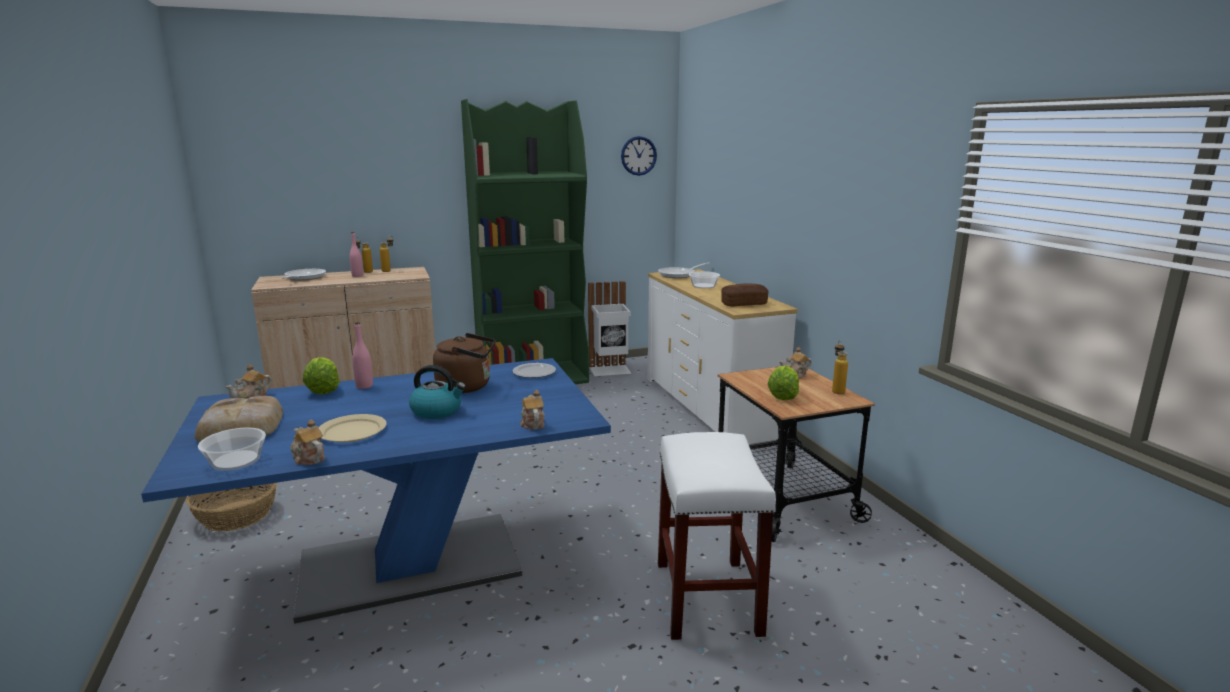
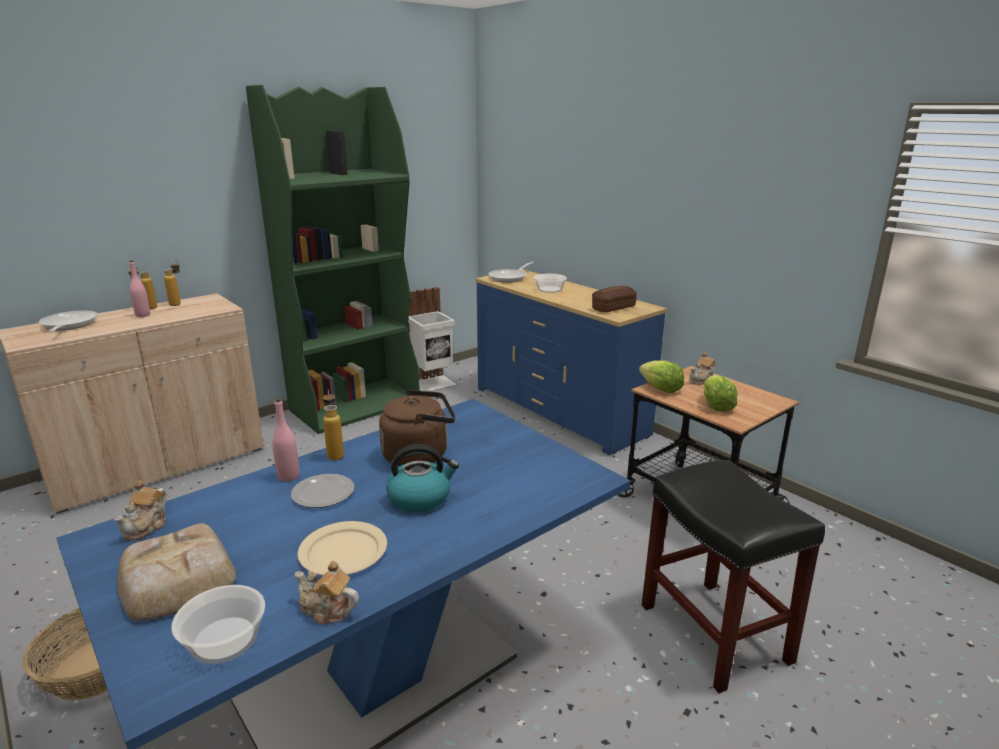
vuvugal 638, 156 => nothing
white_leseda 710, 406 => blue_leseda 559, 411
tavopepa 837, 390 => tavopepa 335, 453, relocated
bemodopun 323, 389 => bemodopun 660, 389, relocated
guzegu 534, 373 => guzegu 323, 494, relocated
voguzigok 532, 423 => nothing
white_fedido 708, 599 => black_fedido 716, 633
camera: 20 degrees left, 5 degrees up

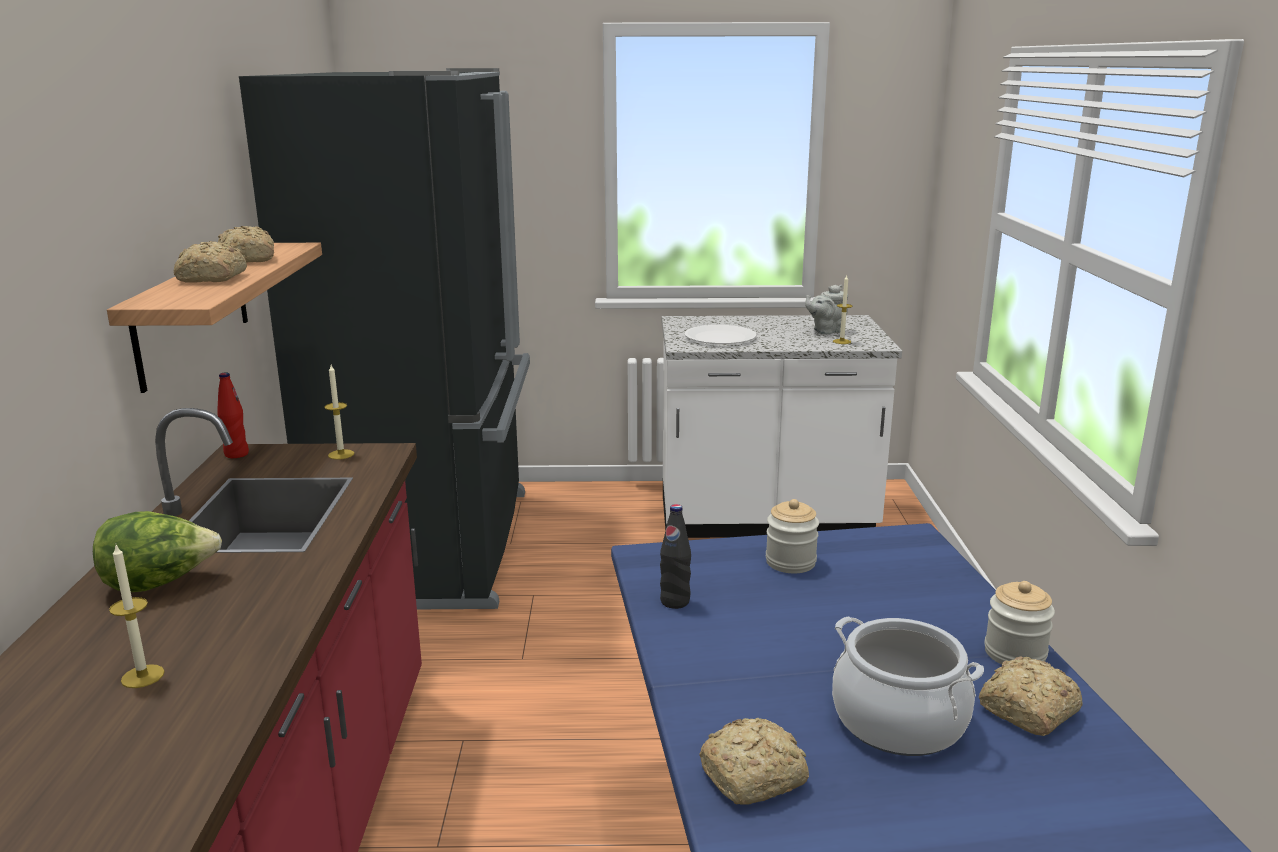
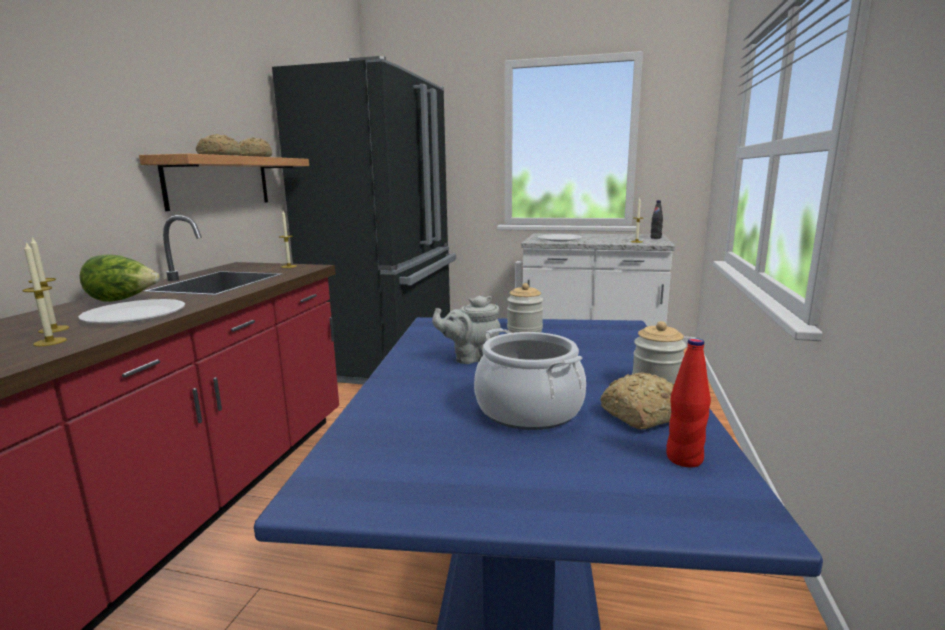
grey_voguzigok 826, 331 => grey_voguzigok 471, 358, relocated
red_tavopepa 236, 454 => red_tavopepa 684, 459, relocated
black_tavopepa 675, 601 => black_tavopepa 655, 238, relocated
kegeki 755, 776 => nothing
nothing => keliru 50, 342
nothing => white_guzegu 134, 314
camera: 15 degrees right, 5 degrees down

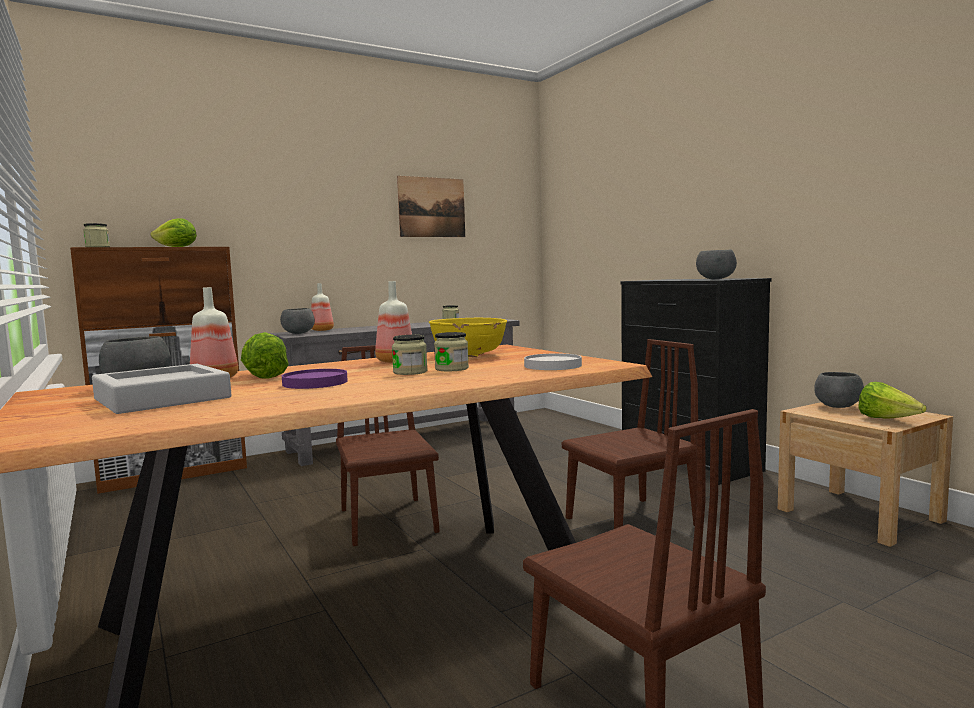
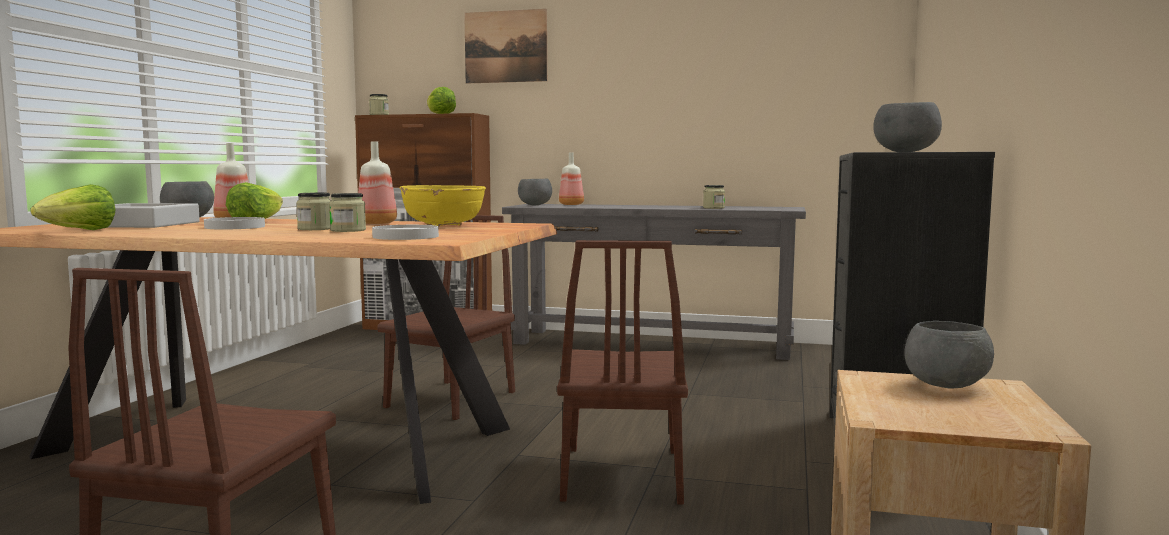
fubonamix 432, 207 => fubonamix 505, 46, relocated
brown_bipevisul 631, 522 => brown_bipevisul 622, 474, 75 degrees clockwise
purple_guzegu 315, 383 => white_guzegu 235, 227
bemodopun 887, 420 => bemodopun 79, 231, relocated
camera: 45 degrees right, 0 degrees up

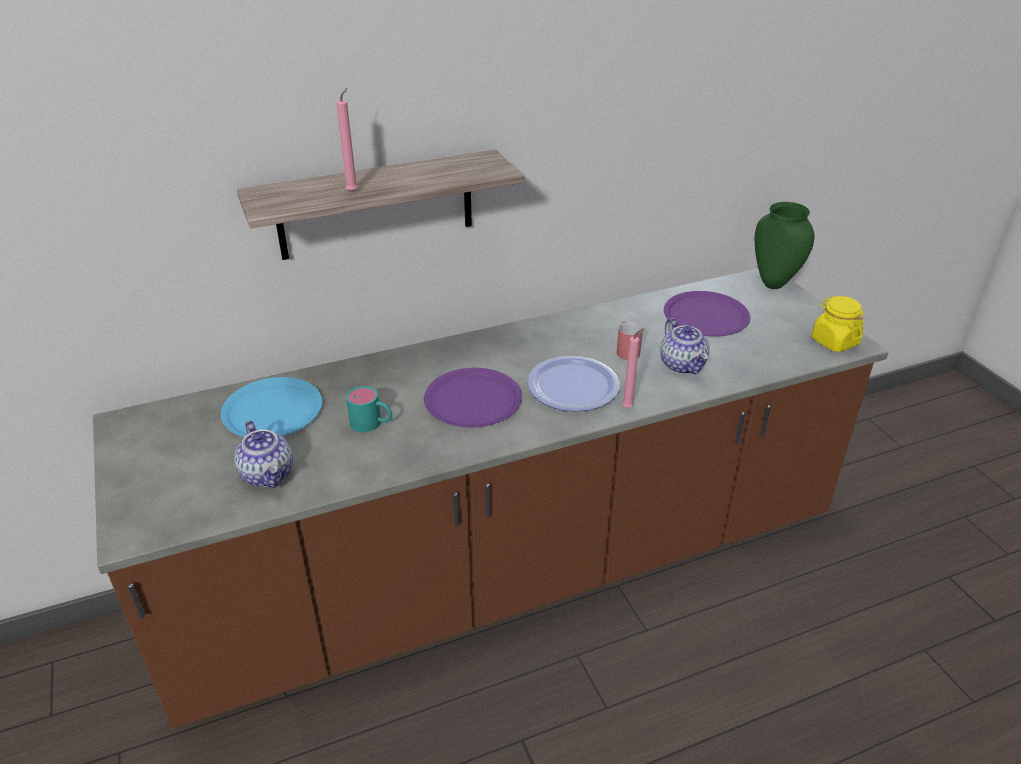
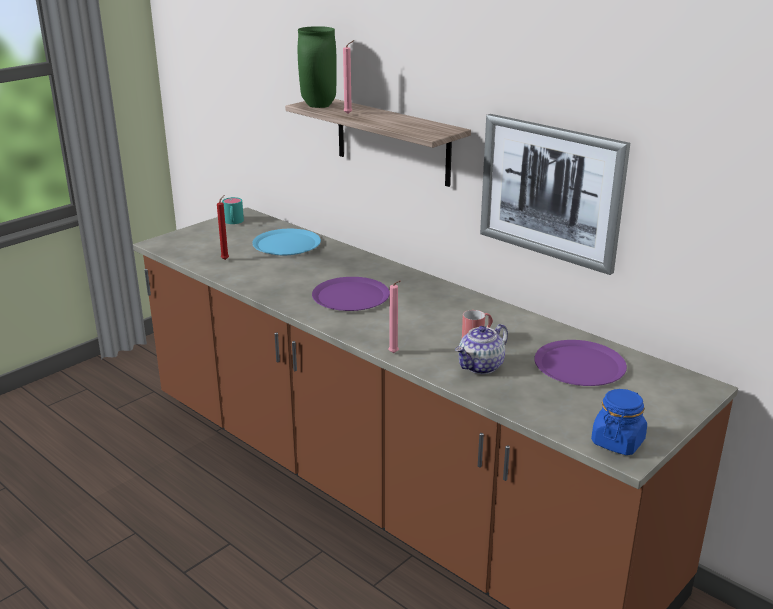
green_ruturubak 775, 283 => green_ruturubak 319, 106, relocated
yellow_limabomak 834, 341 => blue_limabomak 617, 442
guzegu 573, 386 => nothing
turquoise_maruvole 372, 424 => turquoise_maruvole 233, 222, relocated
voguzigok 268, 474 => red_keliru 226, 259
nothing => fubonamix 550, 191
camera: 65 degrees right, 10 degrees down

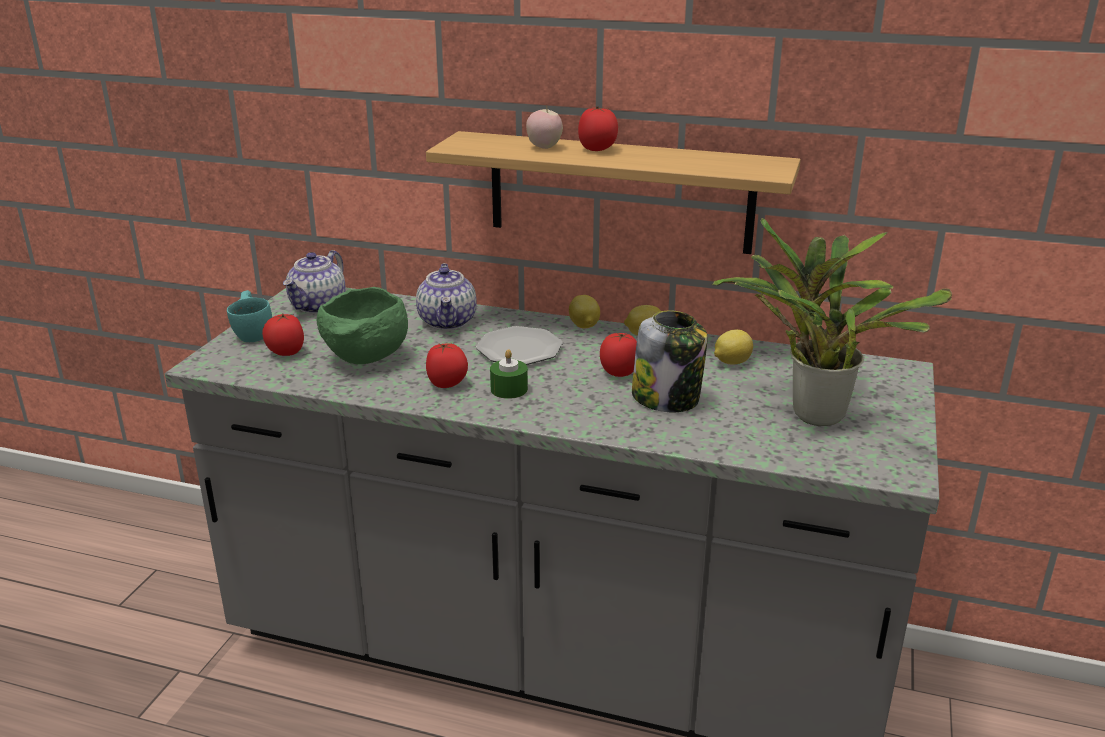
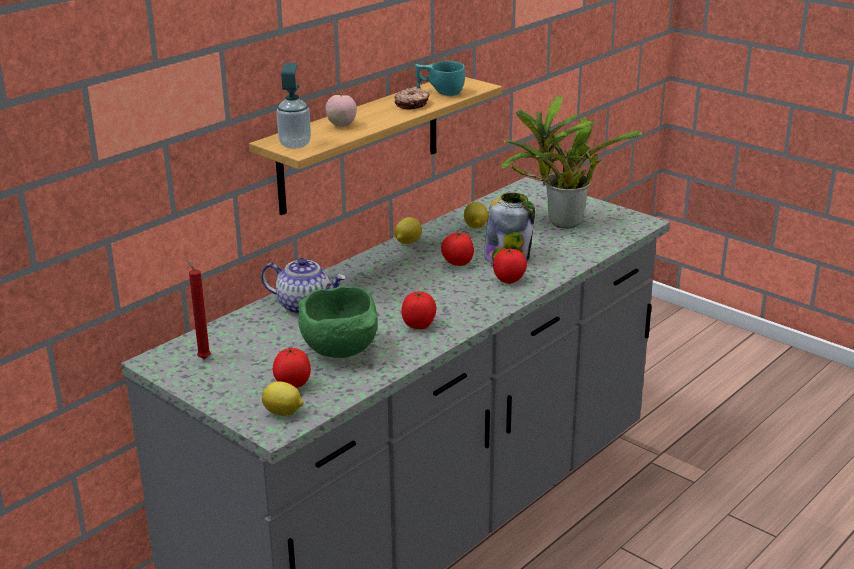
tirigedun 597, 149 => tirigedun 509, 280, relocated
voguzigok 318, 306 => red_keliru 203, 358
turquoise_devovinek 253, 332 => turquoise_devovinek 440, 92, relocated
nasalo 584, 326 => nasalo 283, 413, relocated
guzegu 520, 349 => nothing
green_keliru 509, 389 => nothing
nothing => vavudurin 295, 144
nothing => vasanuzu 412, 104
camera: 65 degrees left, 0 degrees up

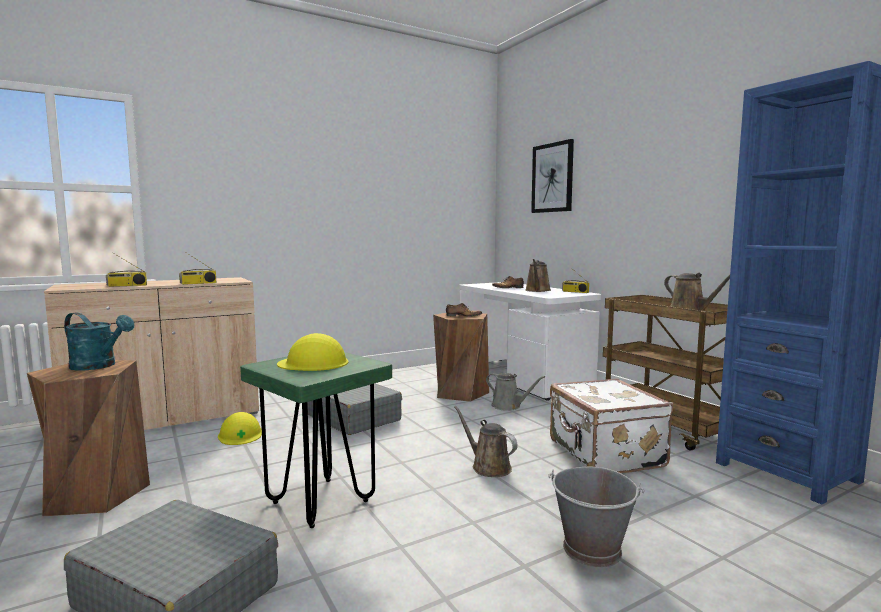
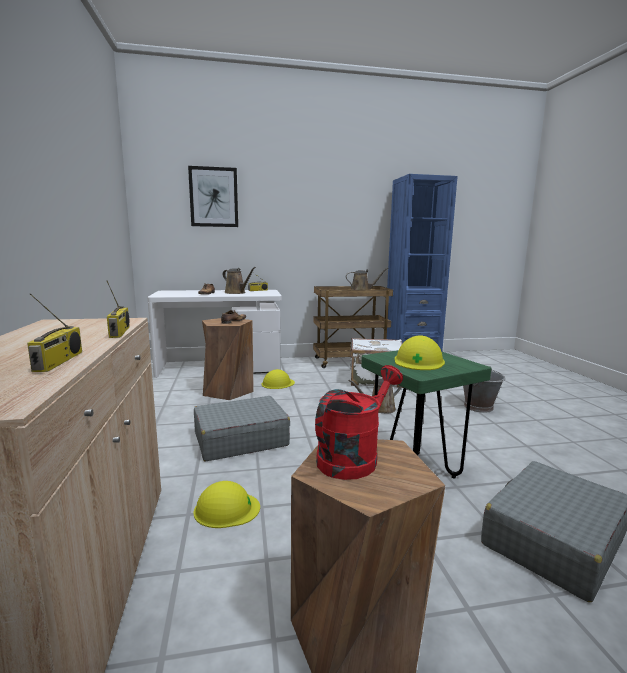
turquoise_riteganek 99, 366 => red_riteganek 353, 457
grey_riteganek 508, 406 => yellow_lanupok 277, 383
camera: 70 degrees left, 5 degrees up

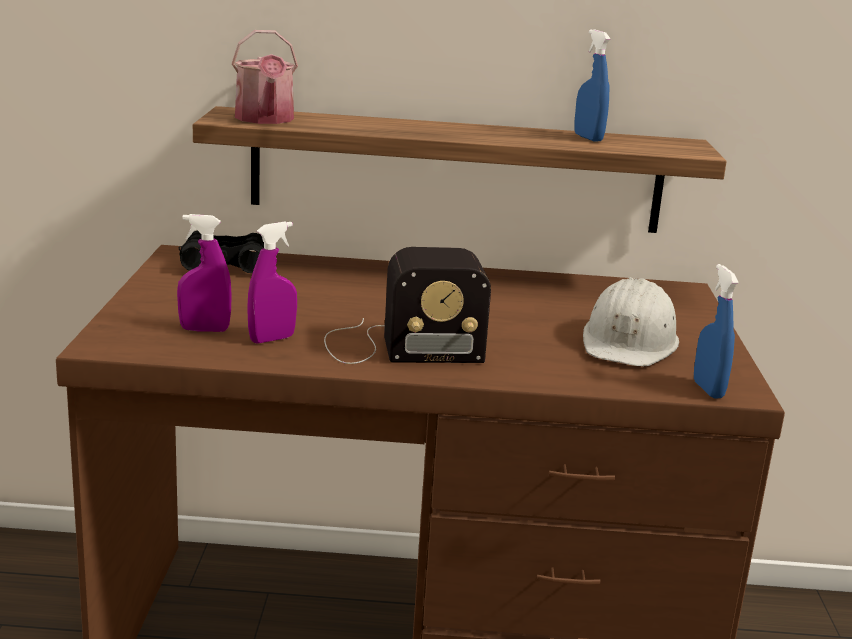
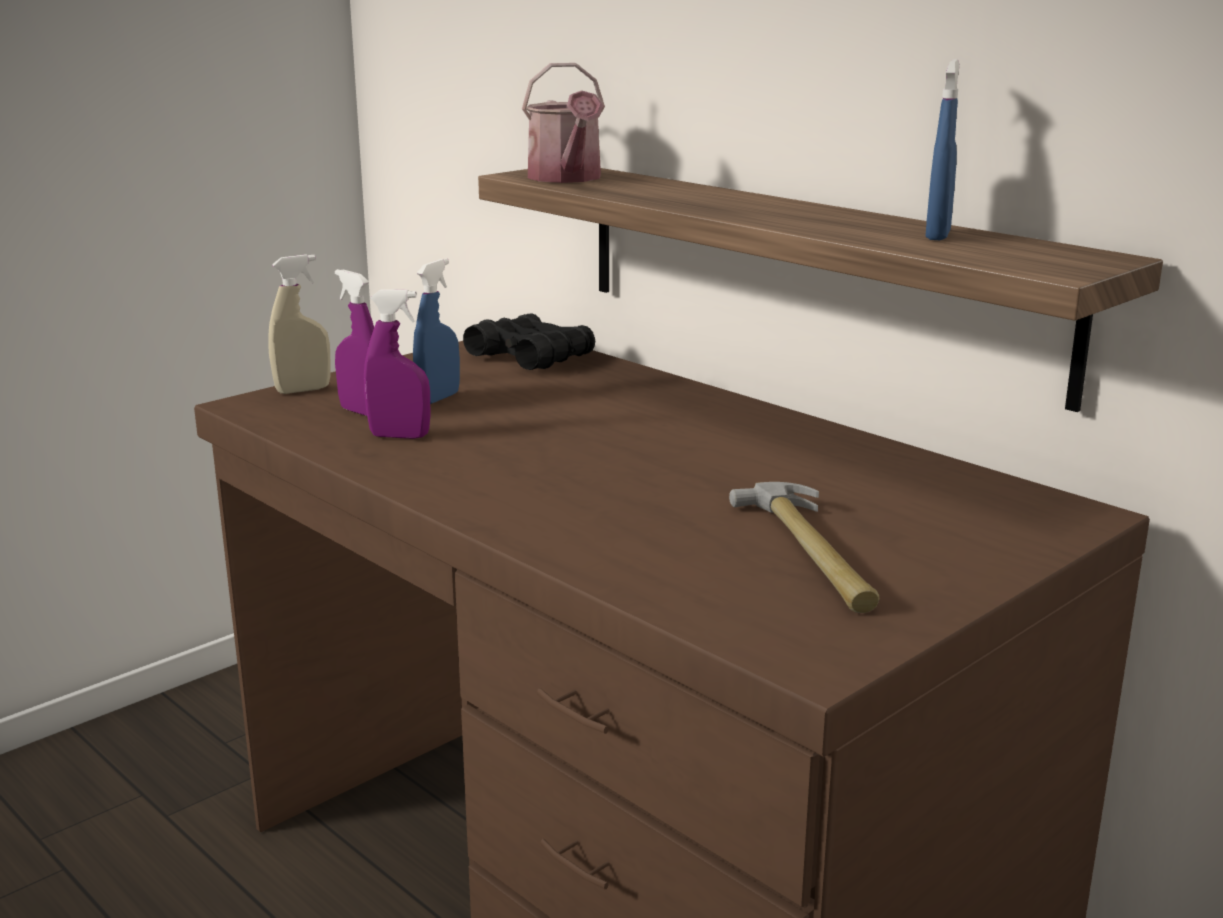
riteganek 265, 120 => riteganek 567, 178, 45 degrees counterclockwise
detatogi 397, 347 => nothing
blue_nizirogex 708, 389 => blue_nizirogex 438, 398, relocated
white_lanupok 630, 342 => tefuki 809, 553
nothing => beige_nizirogex 303, 390
camera: 45 degrees right, 0 degrees up

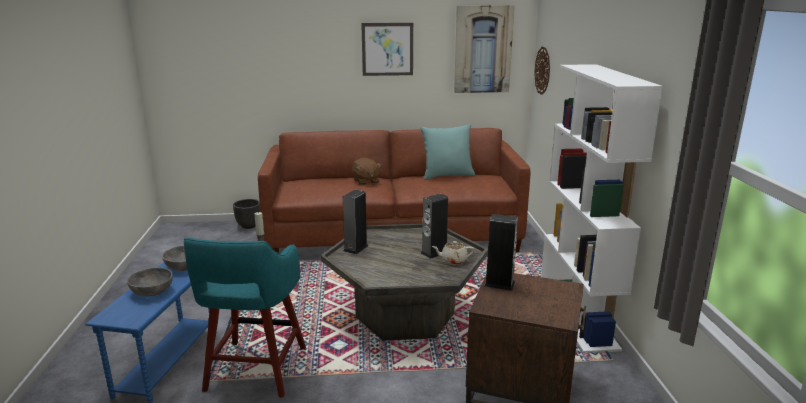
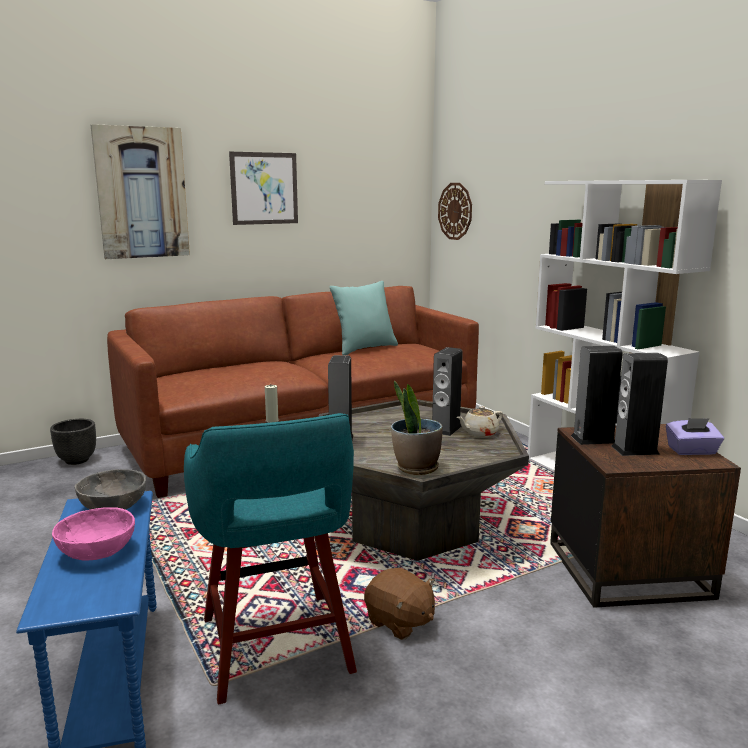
fubonamix 483, 49 => fubonamix 142, 193, relocated
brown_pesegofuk 366, 181 => brown_pesegofuk 399, 622, relocated
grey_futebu 152, 292 => pink_futebu 96, 552
nothing => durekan 635, 450
nothing => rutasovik 416, 468
nothing => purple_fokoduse 692, 451
camera: 25 degrees left, 5 degrees down

